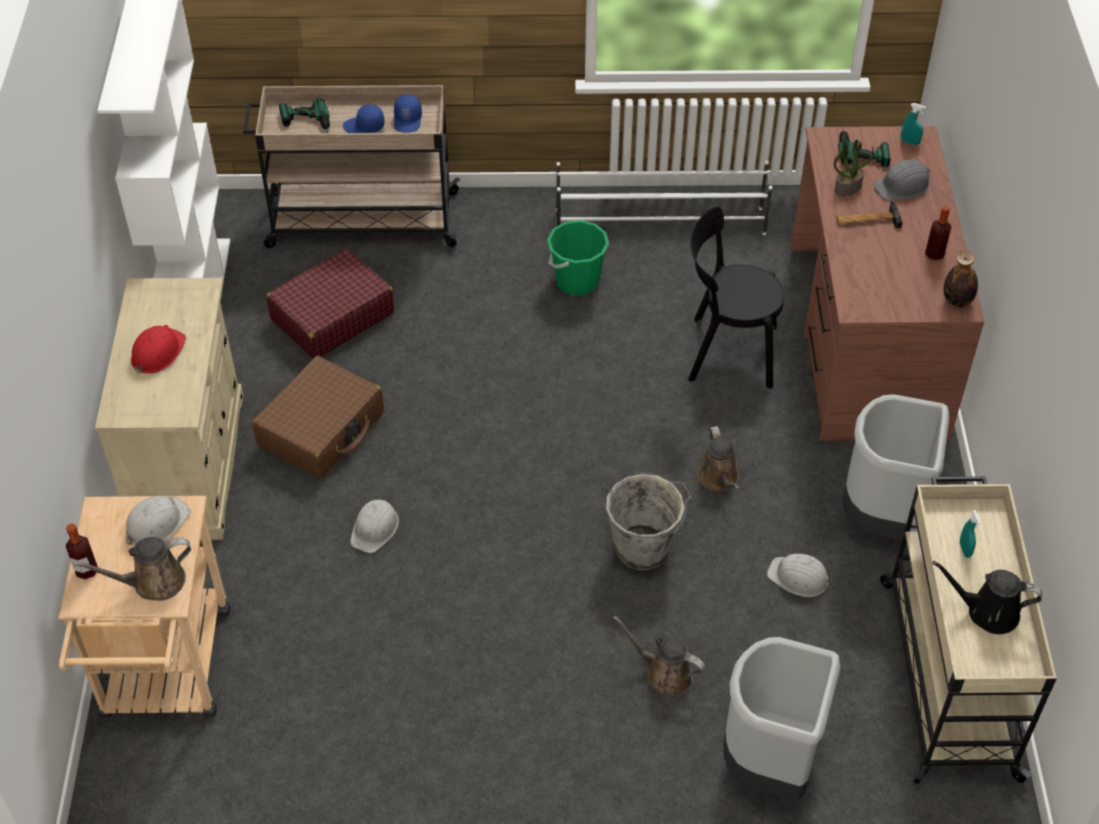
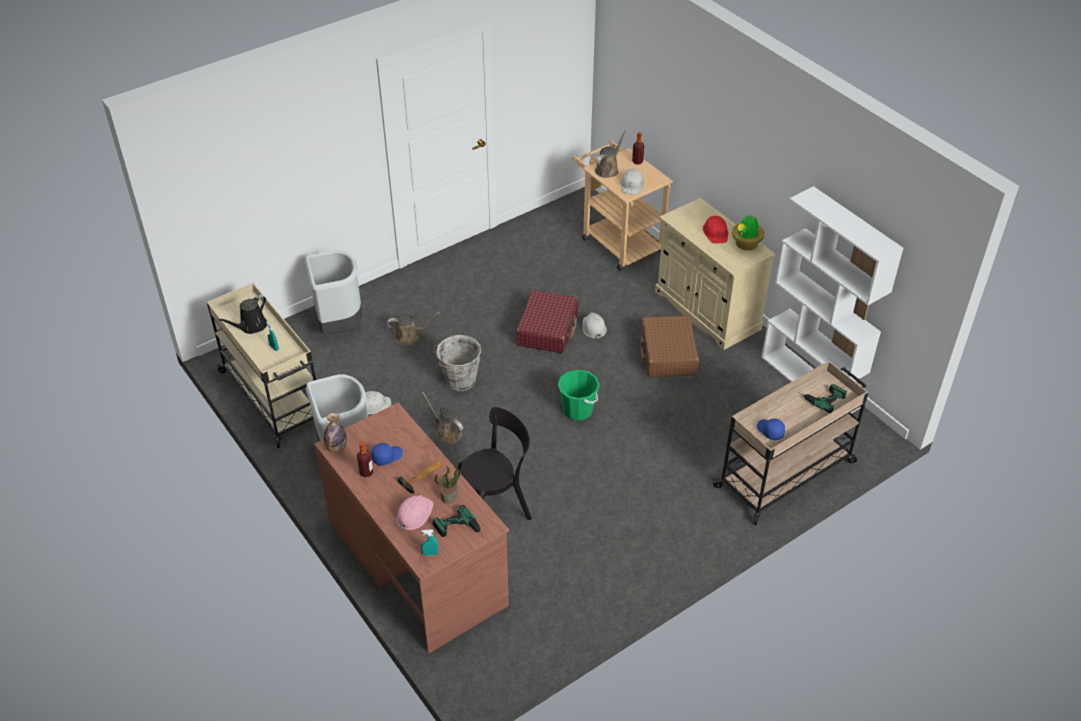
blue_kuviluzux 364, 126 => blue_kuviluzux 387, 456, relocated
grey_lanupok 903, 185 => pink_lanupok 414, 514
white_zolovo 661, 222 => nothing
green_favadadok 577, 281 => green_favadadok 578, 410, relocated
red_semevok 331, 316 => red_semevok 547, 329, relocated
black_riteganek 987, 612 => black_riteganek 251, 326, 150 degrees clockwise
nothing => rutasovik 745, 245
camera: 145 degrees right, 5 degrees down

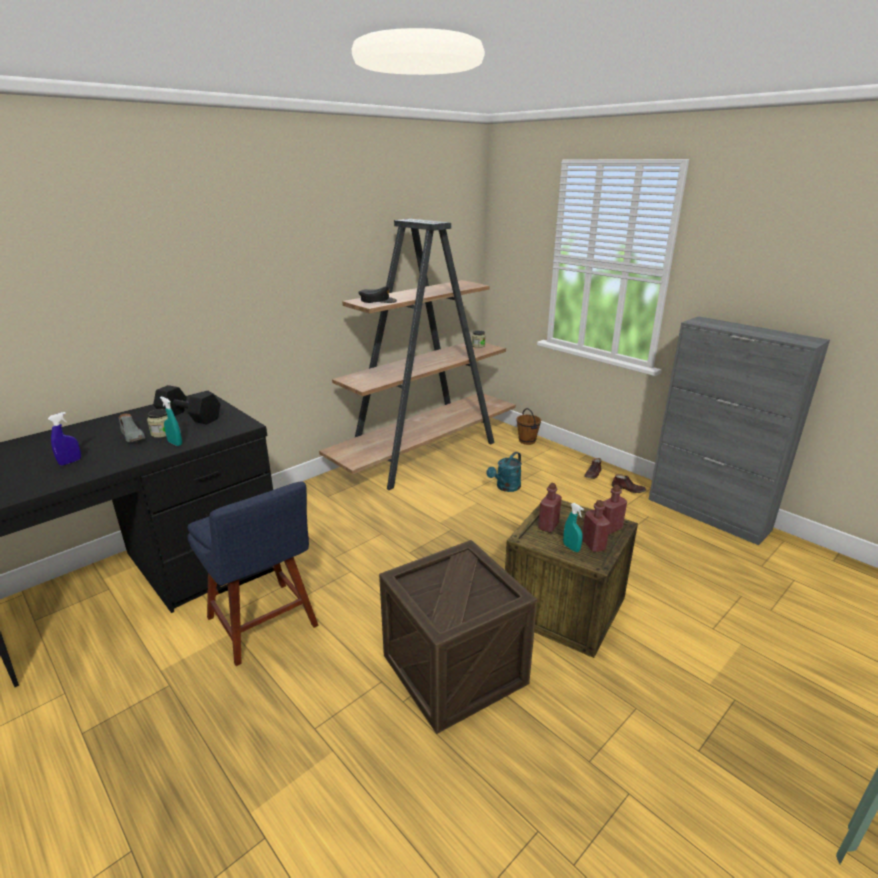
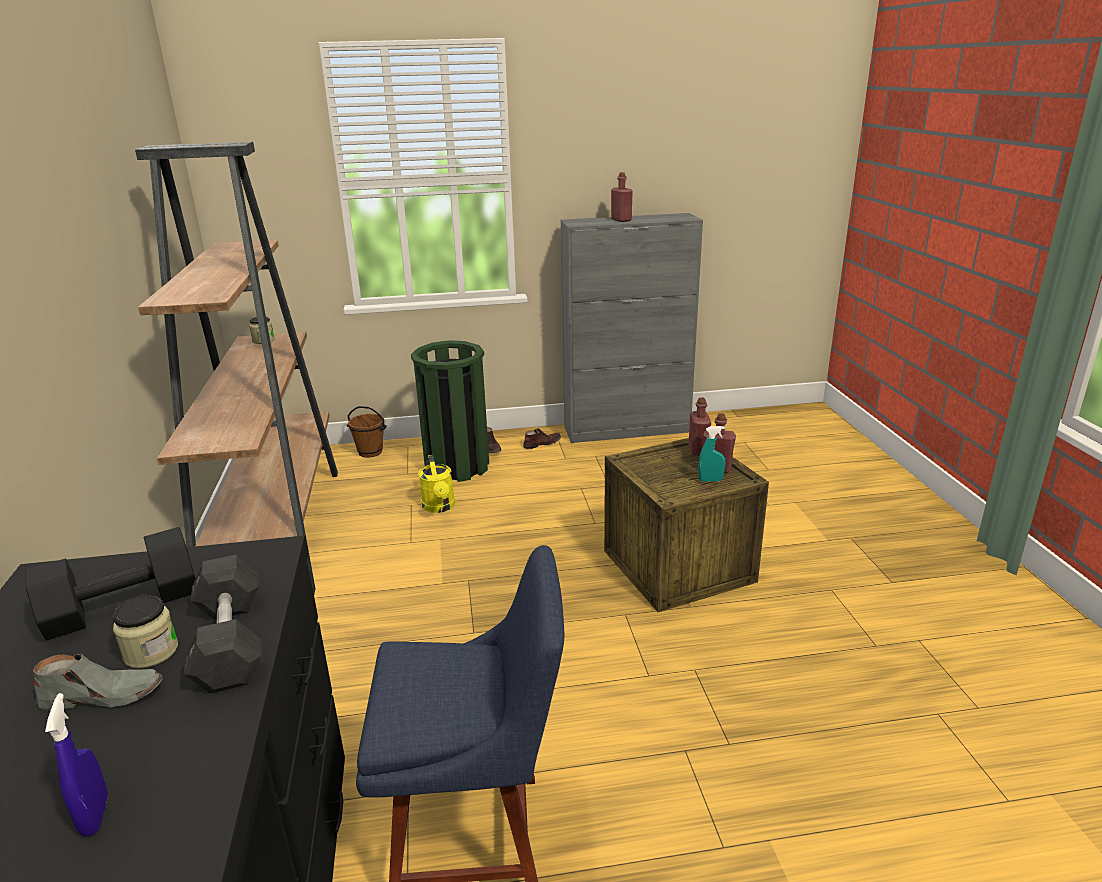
black_kuviluzux 377, 300 => nothing
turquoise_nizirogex 175, 443 => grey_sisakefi 230, 642
turquoise_riteganek 506, 487 => yellow_riteganek 439, 507
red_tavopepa 548, 526 => red_tavopepa 621, 220, relocated
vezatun 454, 669 => nothing
nothing => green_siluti 457, 466
camera: 55 degrees left, 0 degrees up

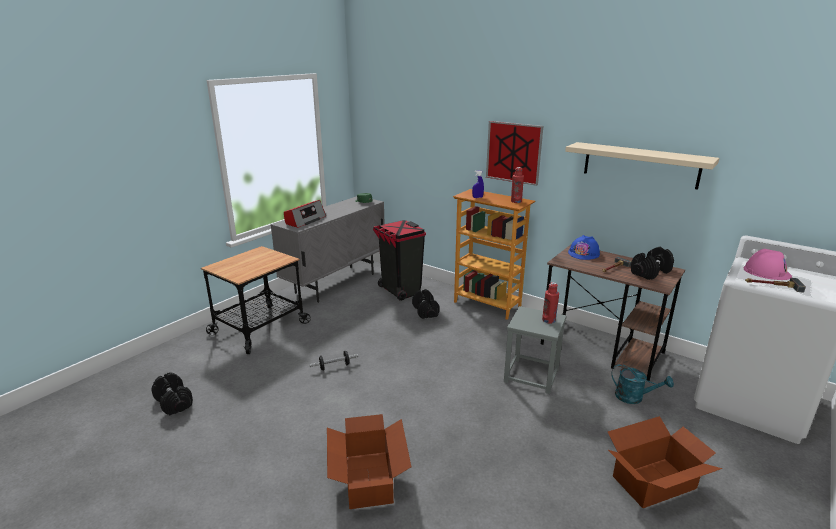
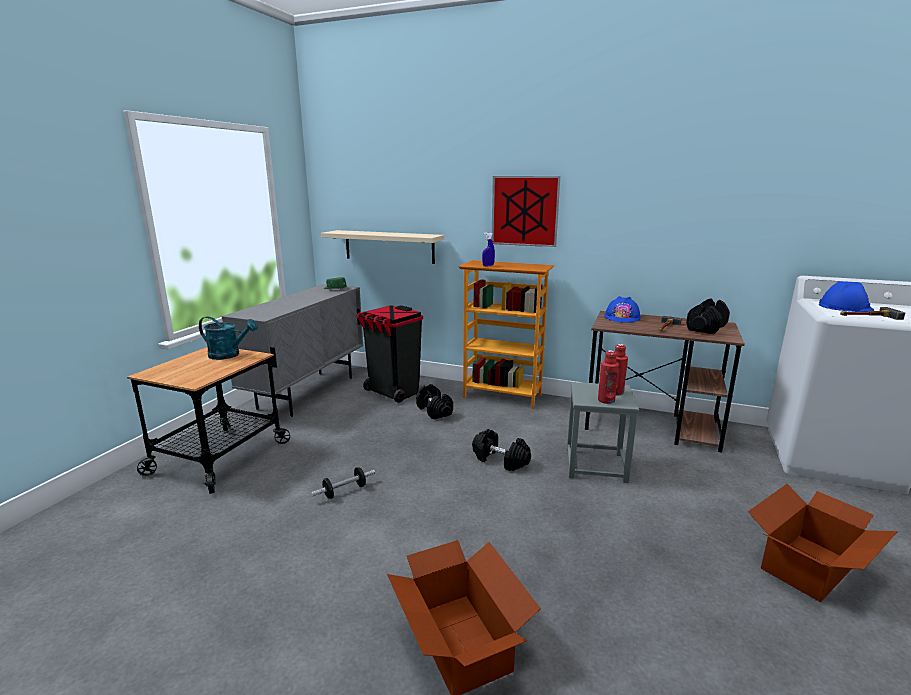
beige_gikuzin 640, 165 => beige_gikuzin 389, 246, relocated
red_tavopepa 516, 201 => red_tavopepa 606, 400, relocated
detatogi 305, 220 => nothing
pink_lanupok 766, 272 => blue_lanupok 845, 307
turquoise_riteganek 634, 397 => turquoise_riteganek 229, 355, relocated
black_sisakefi 173, 402 => black_sisakefi 500, 460, relocated
camera: 15 degrees left, 5 degrees down

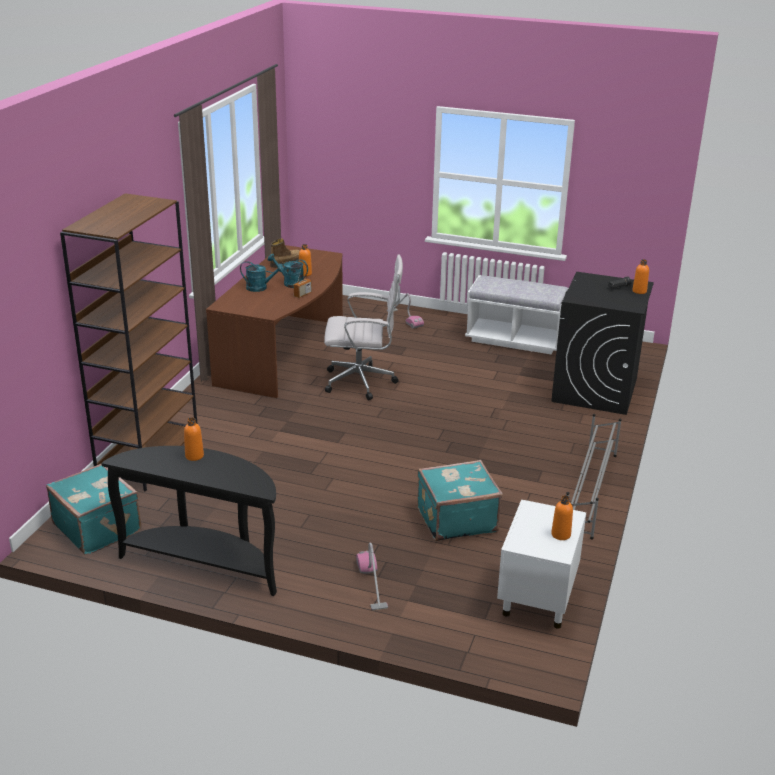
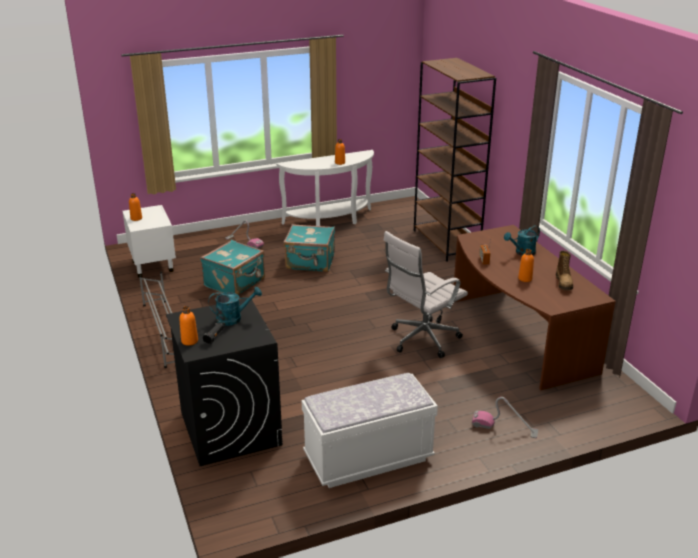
turquoise_riteganek 290, 283 => turquoise_riteganek 233, 318, relocated
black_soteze 205, 563 => white_soteze 331, 221
turquoise_semevok 98, 527 => turquoise_semevok 310, 263, relocated
camera: 140 degrees right, 0 degrees up

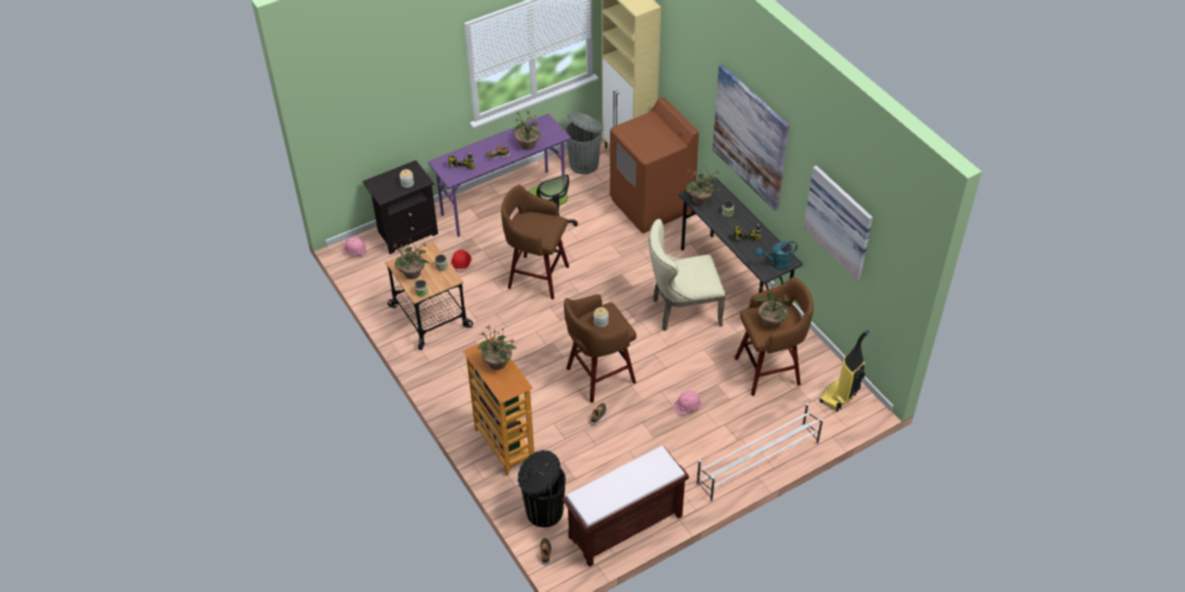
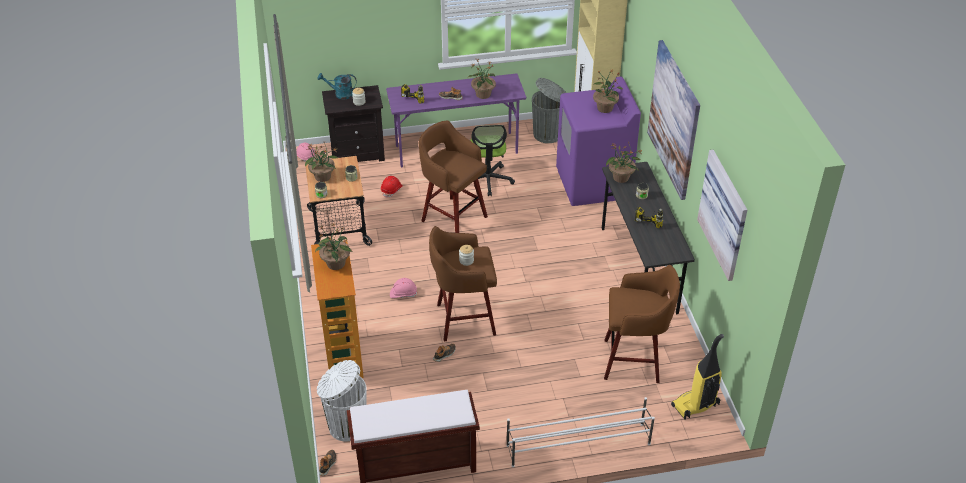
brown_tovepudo 652, 205 => purple_tovepudo 593, 184
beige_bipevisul 681, 311 => nothing
turquoise_riteganek 777, 263 => turquoise_riteganek 340, 94, relocated
rutasovik 771, 321 => rutasovik 605, 108, relocated
pink_lanupok 687, 406 => pink_lanupok 403, 293, relocated
black_siluti 543, 511 => white_siluti 346, 426
camera: 20 degrees right, 5 degrees down

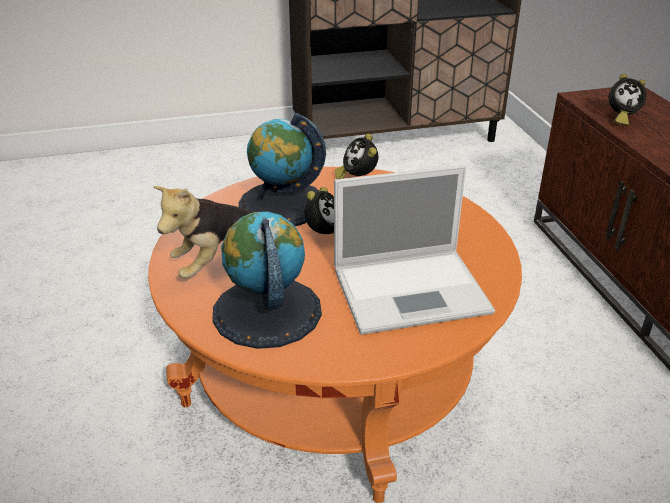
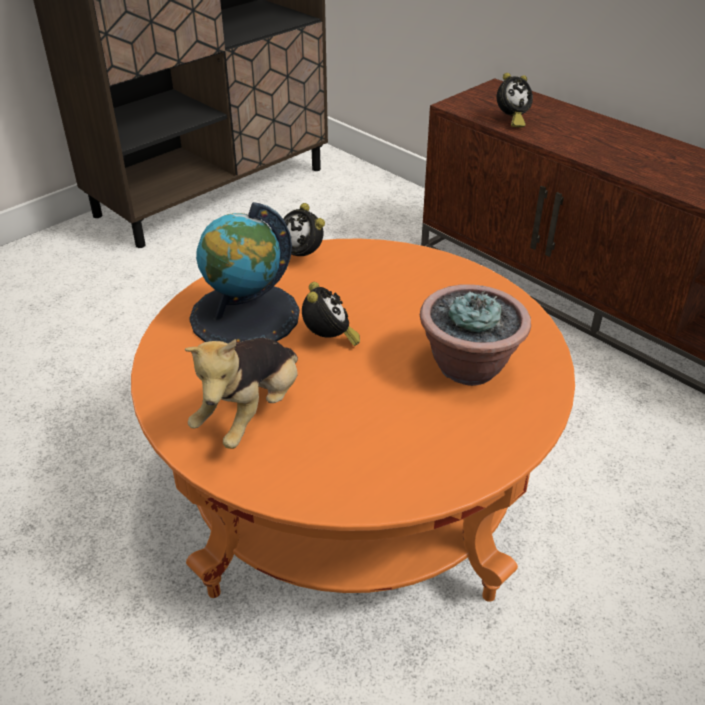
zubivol 413, 290 => rutasovik 469, 367
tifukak 266, 311 => nothing
camera: 30 degrees left, 5 degrees up

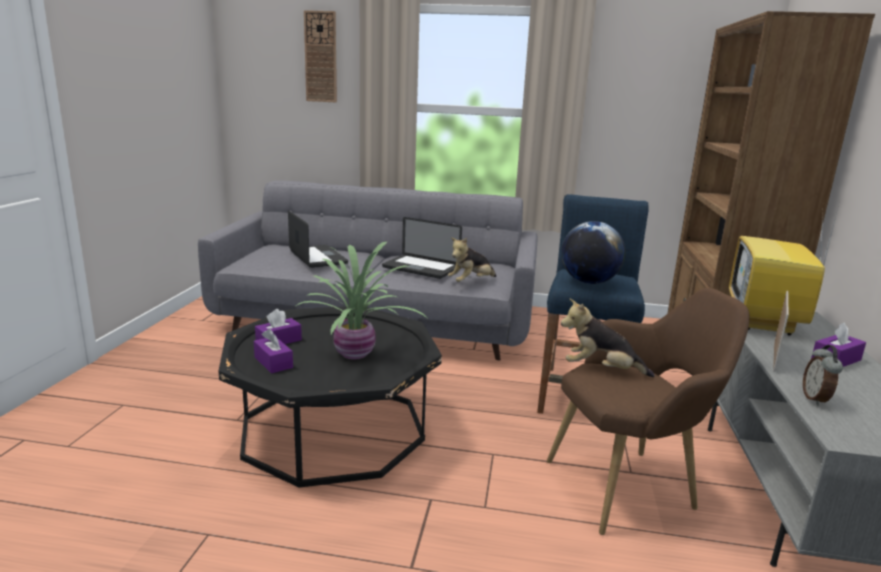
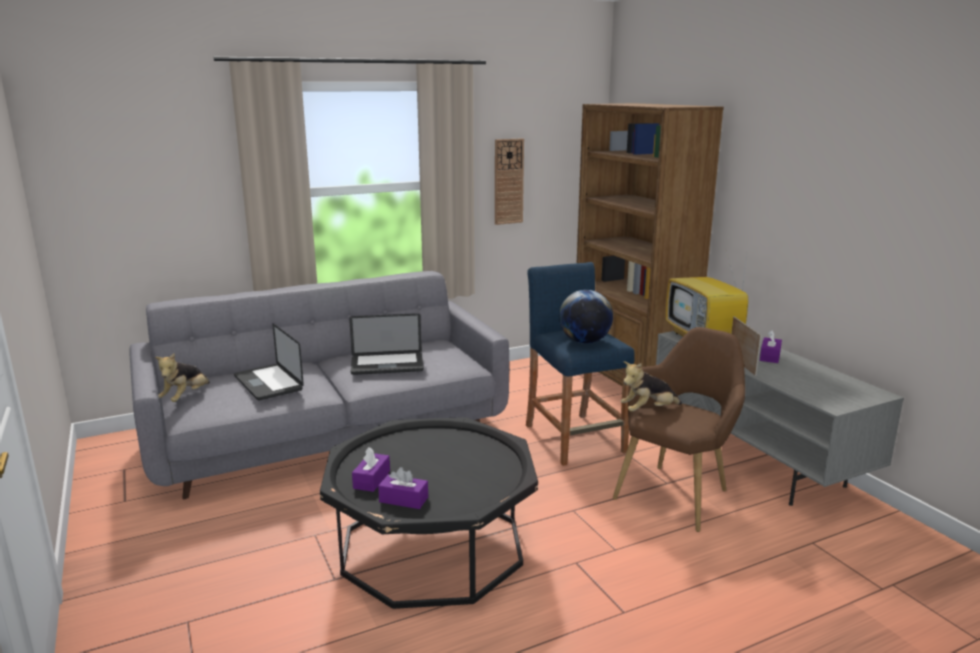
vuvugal 321, 57 => vuvugal 508, 181, relocated
zubivol 317, 257 => zubivol 268, 383, 150 degrees counterclockwise
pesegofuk 471, 282 => pesegofuk 186, 397, relocated
rutasovik 356, 354 => nothing
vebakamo 816, 399 => nothing
camera: 35 degrees left, 0 degrees up

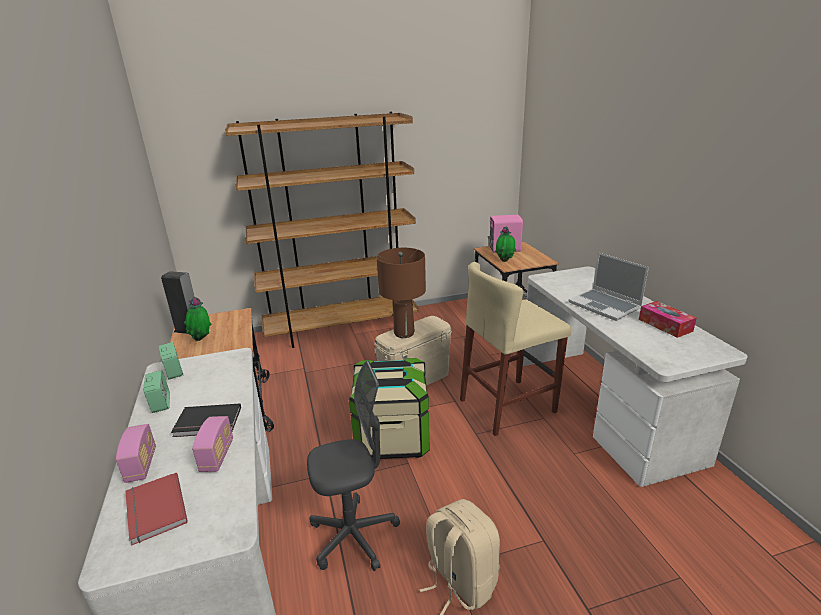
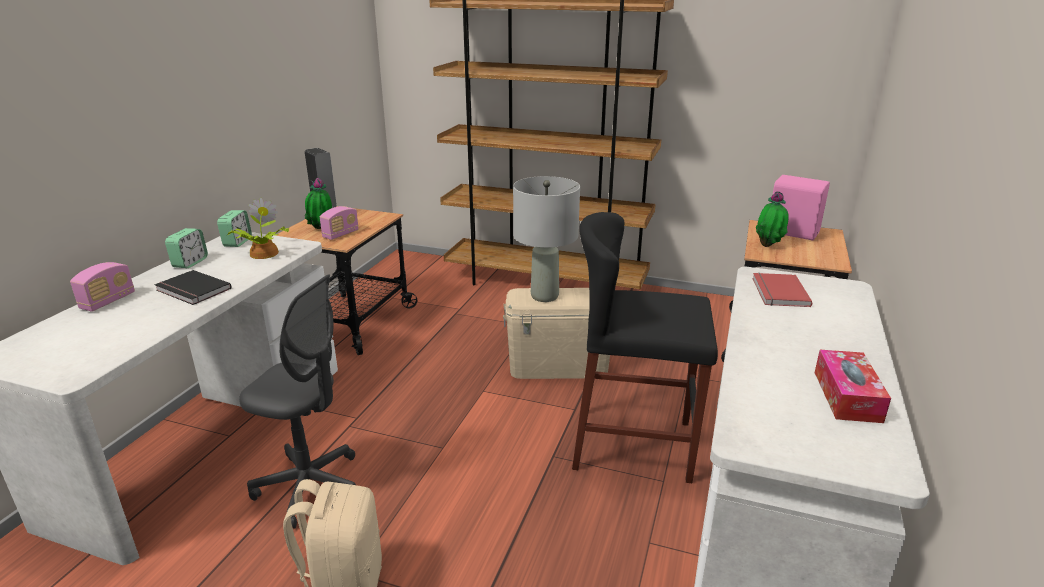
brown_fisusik 404, 333 => grey_fisusik 544, 296
zubivol 605, 306 => nothing
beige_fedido 507, 406 => black_fedido 633, 444
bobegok 392, 437 => nothing
detatogi 217, 456 => detatogi 341, 234, relocated
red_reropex 154, 510 => red_reropex 778, 292, relocated
nothing => rutasovik 262, 254
camera: 35 degrees right, 0 degrees up

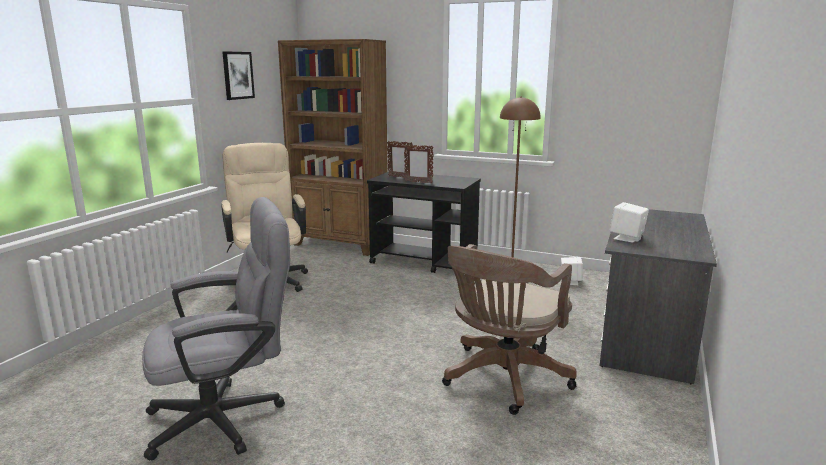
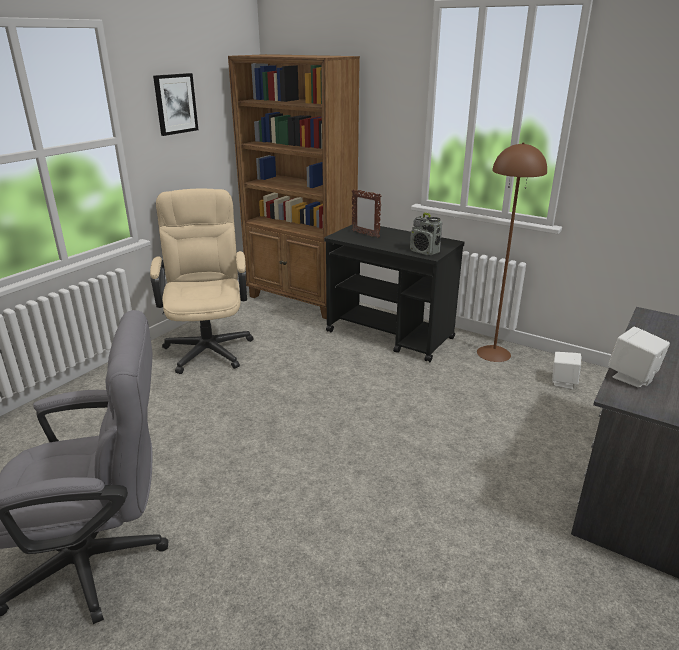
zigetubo 418, 182 => nothing
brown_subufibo 503, 379 => nothing
nothing => detatogi 424, 252
camera: 10 degrees right, 10 degrees up

